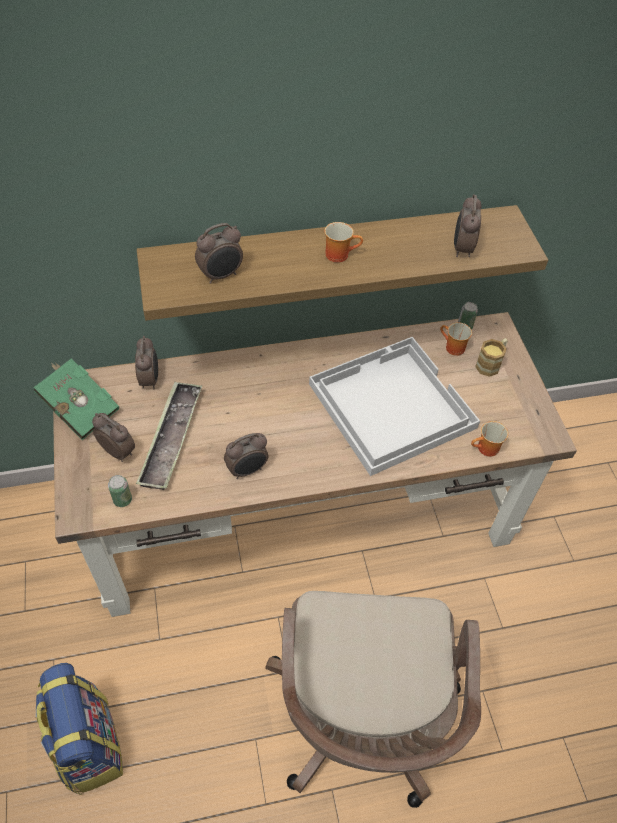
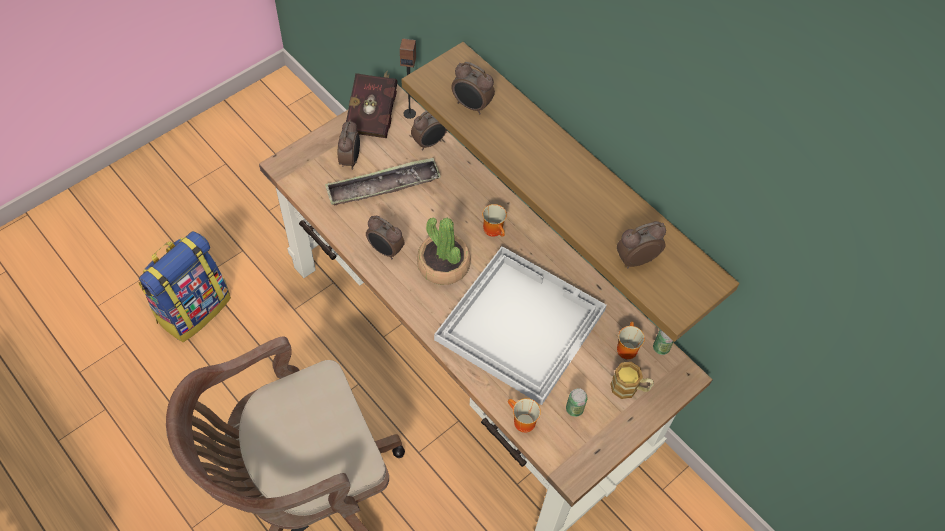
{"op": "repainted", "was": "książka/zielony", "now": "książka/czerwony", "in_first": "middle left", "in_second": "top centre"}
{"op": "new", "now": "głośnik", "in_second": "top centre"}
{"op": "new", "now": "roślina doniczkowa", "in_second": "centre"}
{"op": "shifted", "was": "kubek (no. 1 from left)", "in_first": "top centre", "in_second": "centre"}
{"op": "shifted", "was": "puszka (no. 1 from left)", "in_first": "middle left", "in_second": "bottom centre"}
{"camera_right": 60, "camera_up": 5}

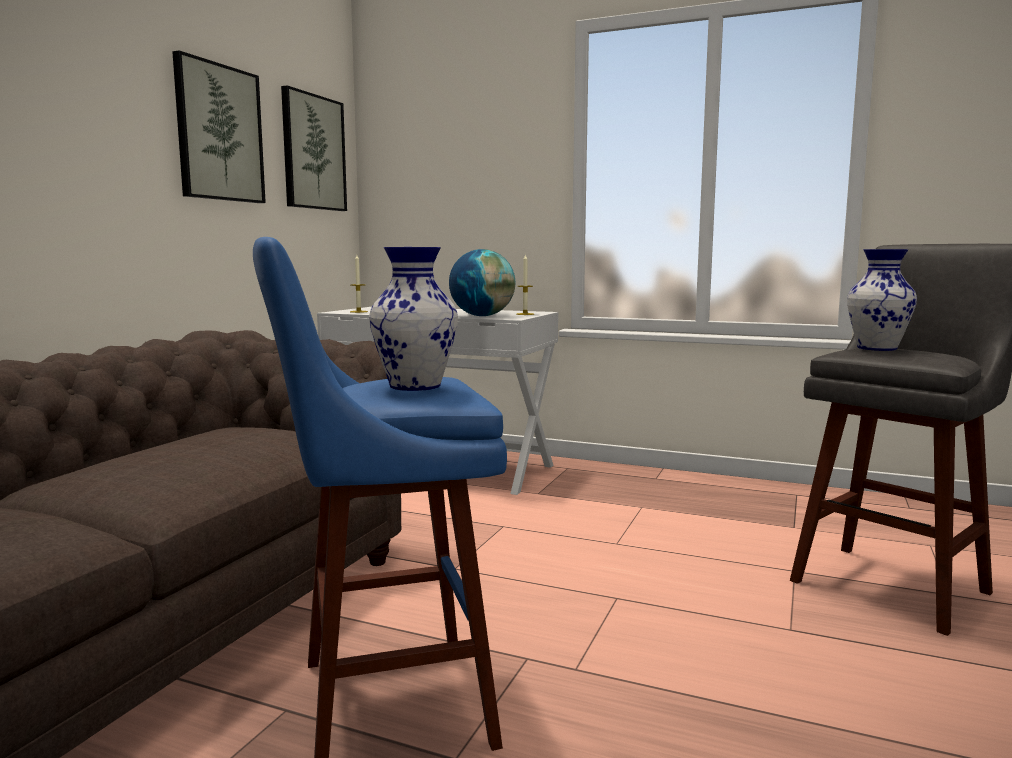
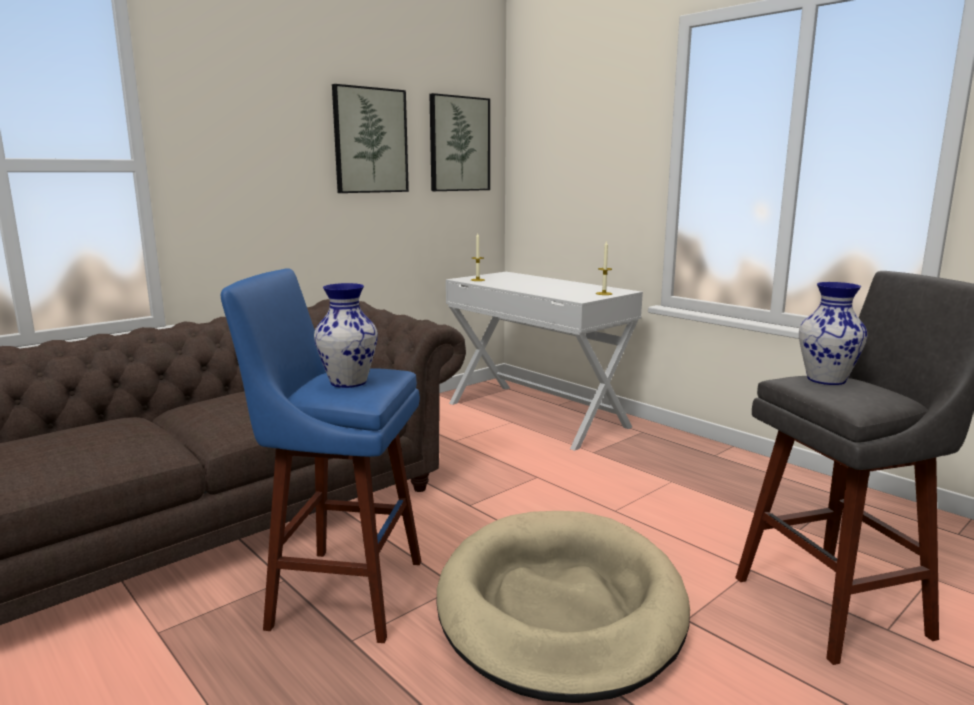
{"op": "new", "now": "legowisko/beżowy", "in_second": "bottom centre"}
{"op": "gone", "was": "globus", "in_first": "centre"}
{"camera_right": 25, "camera_up": 5}

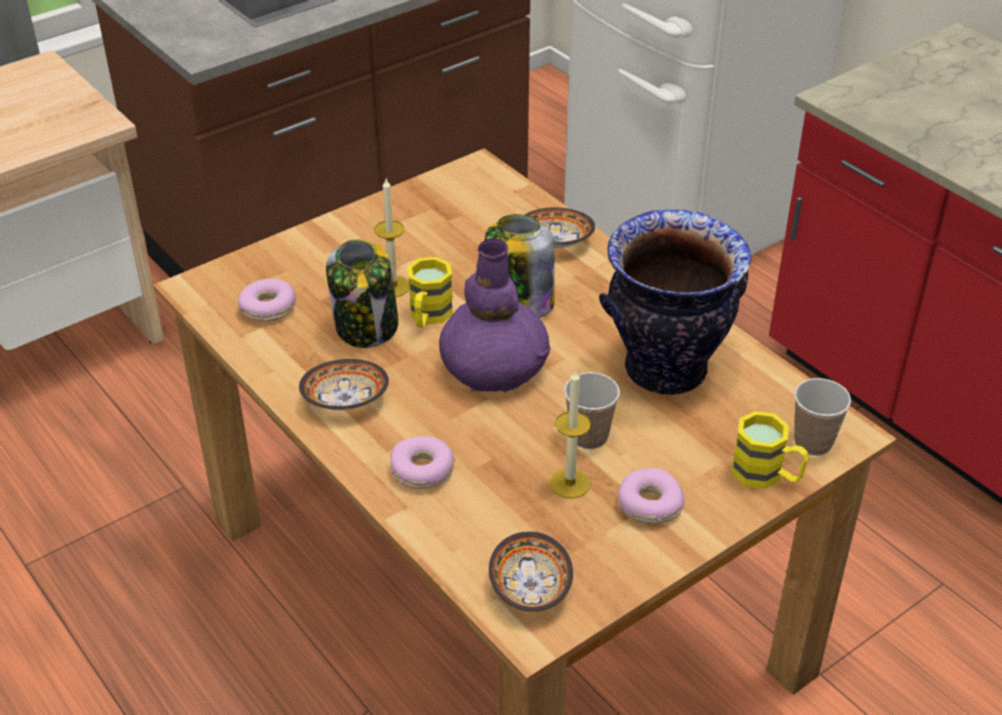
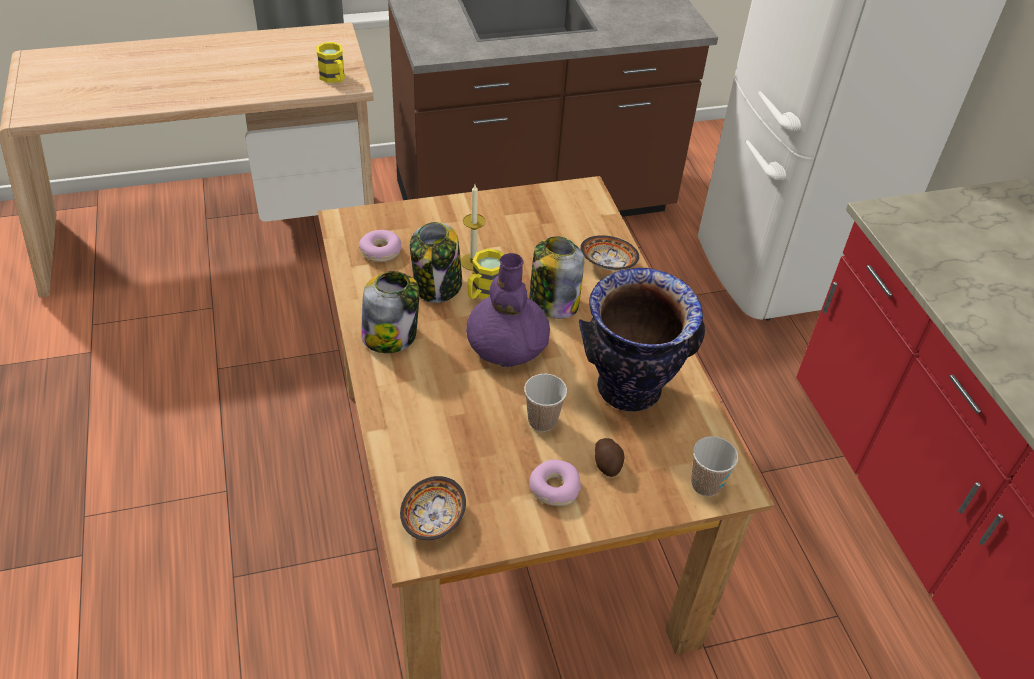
{"op": "shifted", "was": "kubek/żółty (no. 2 from left in the first image)", "now": "kubek/żółty (no. 1 from left)", "in_first": "middle right", "in_second": "top left"}
{"op": "swapped", "was": "miska (no. 1 from left)", "now": "słoik (no. 1 from left)", "in_first": "centre", "in_second": "centre"}
{"op": "new", "now": "ziemniak", "in_second": "bottom centre"}
{"op": "gone", "was": "donut (no. 2 from left)", "in_first": "centre"}
{"op": "gone", "was": "świeca (no. 2 from left)", "in_first": "centre"}
{"camera_right": 20, "camera_up": 5}

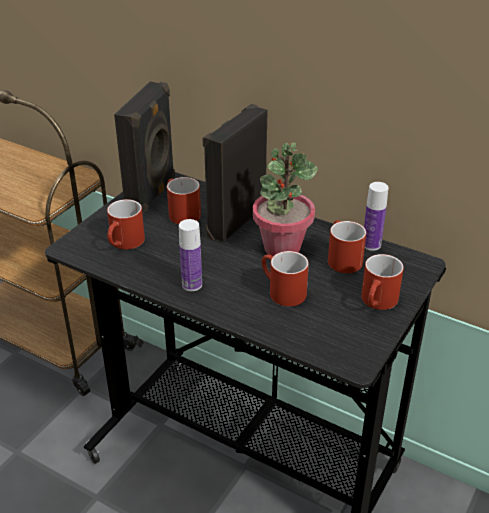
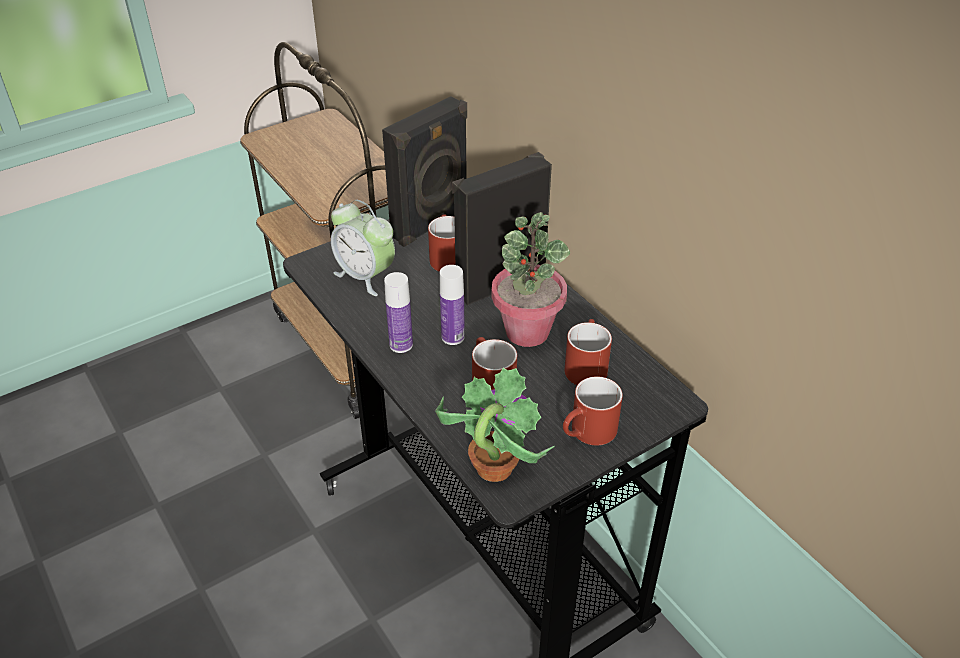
{"op": "swapped", "was": "kubek/czerwony (no. 1 from left)", "now": "budzik", "in_first": "middle left", "in_second": "centre"}
{"op": "new", "now": "roślina doniczkowa (no. 1 from left)", "in_second": "centre"}
{"op": "shifted", "was": "butelka (no. 2 from left)", "in_first": "middle right", "in_second": "centre"}
{"camera_right": 25, "camera_up": 5}

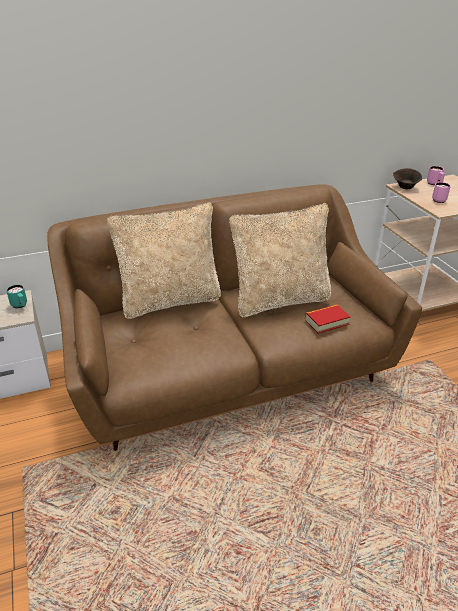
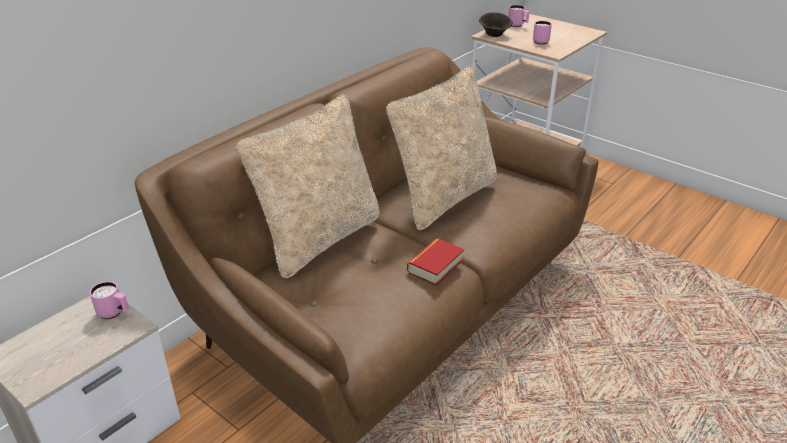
{"op": "repainted", "was": "kubek/turkusowy", "now": "kubek/różowy (no. 1 from left)", "in_first": "middle left", "in_second": "bottom left"}
{"op": "shifted", "was": "książka", "in_first": "middle right", "in_second": "centre"}
{"camera_right": -30, "camera_up": 0}

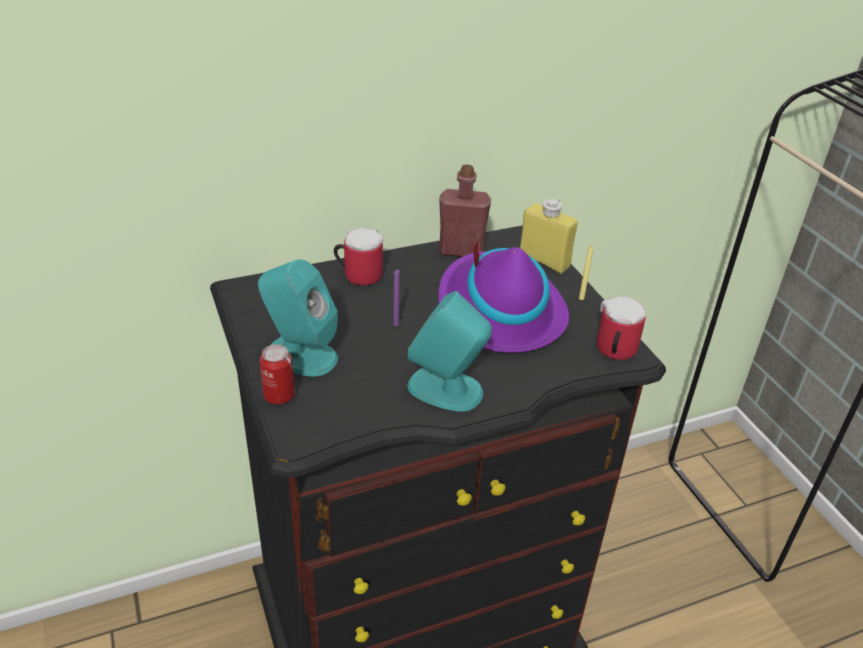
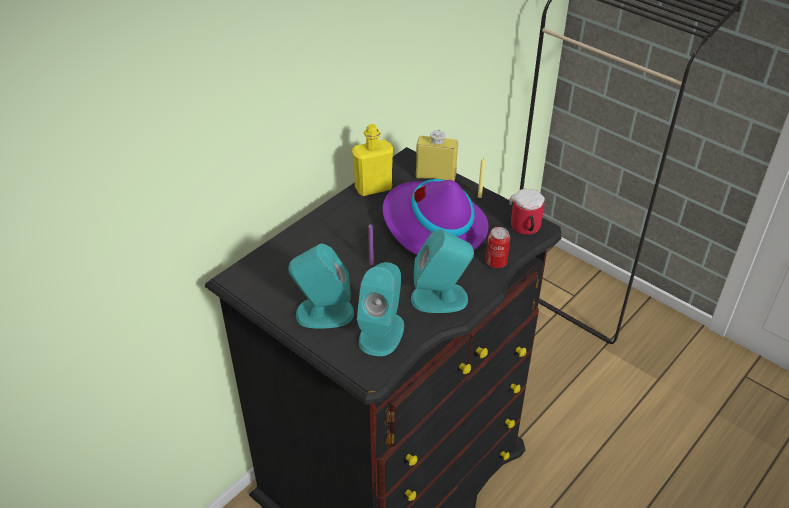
{"op": "repainted", "was": "butelka/czerwony", "now": "butelka/żółty (no. 1 from left)", "in_first": "top centre", "in_second": "top centre"}
{"op": "new", "now": "głośnik/turkusowy (no. 2 from left)", "in_second": "centre"}
{"op": "shifted", "was": "puszka", "in_first": "middle left", "in_second": "centre"}
{"op": "gone", "was": "kubek (no. 1 from left)", "in_first": "centre"}
{"camera_right": -25, "camera_up": 5}

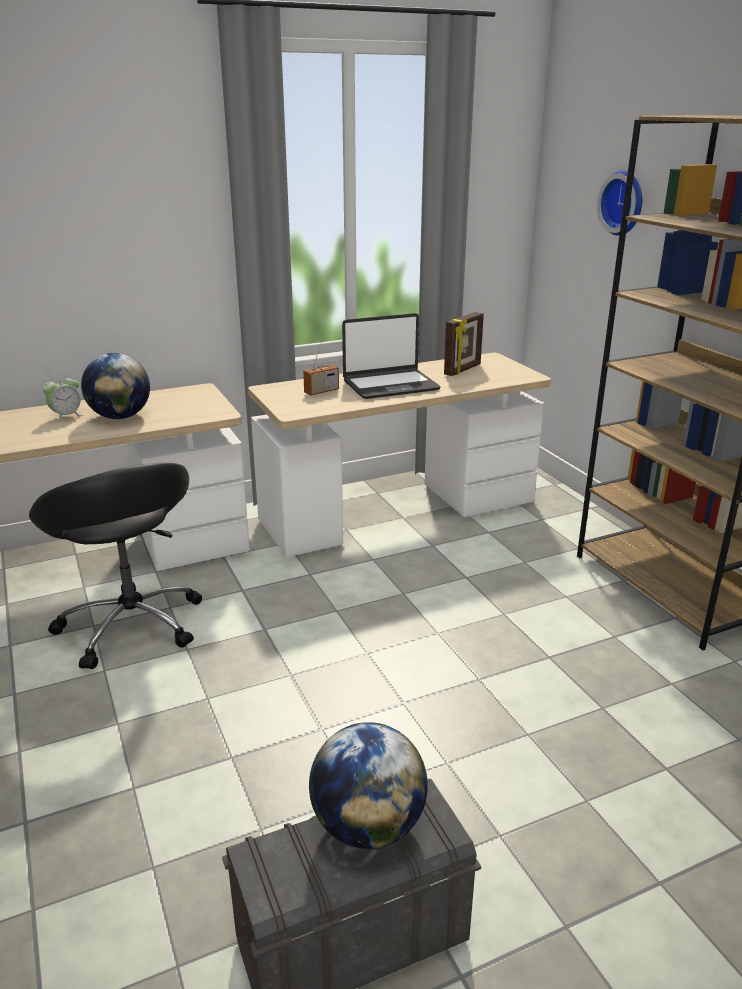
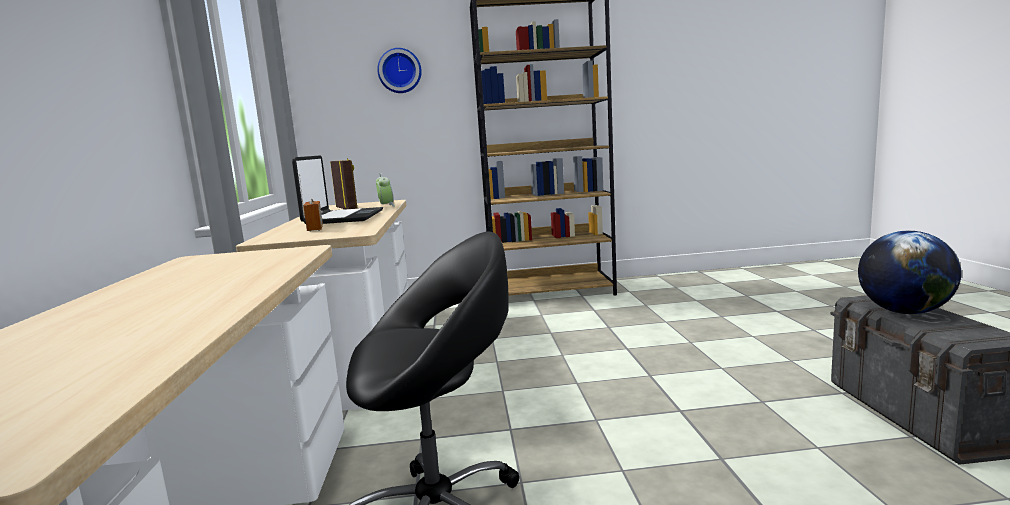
{"op": "shifted", "was": "budzik", "in_first": "middle left", "in_second": "centre"}
{"op": "gone", "was": "globus (no. 1 from left)", "in_first": "middle left"}
{"camera_right": -70, "camera_up": -15}

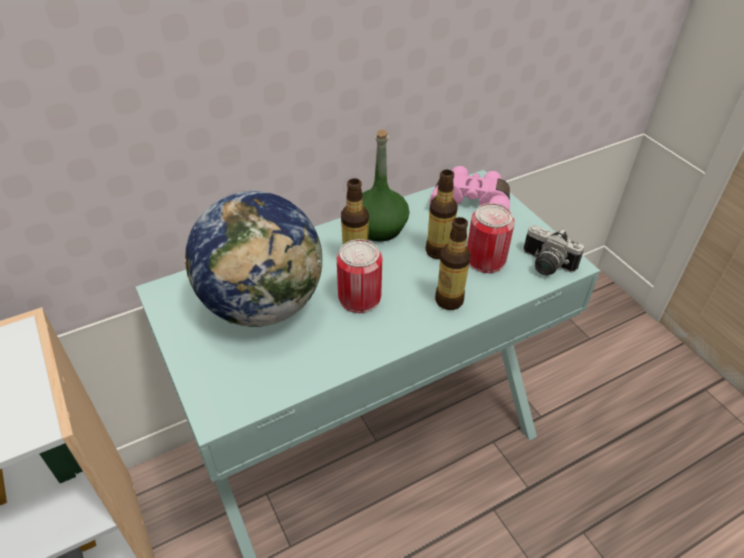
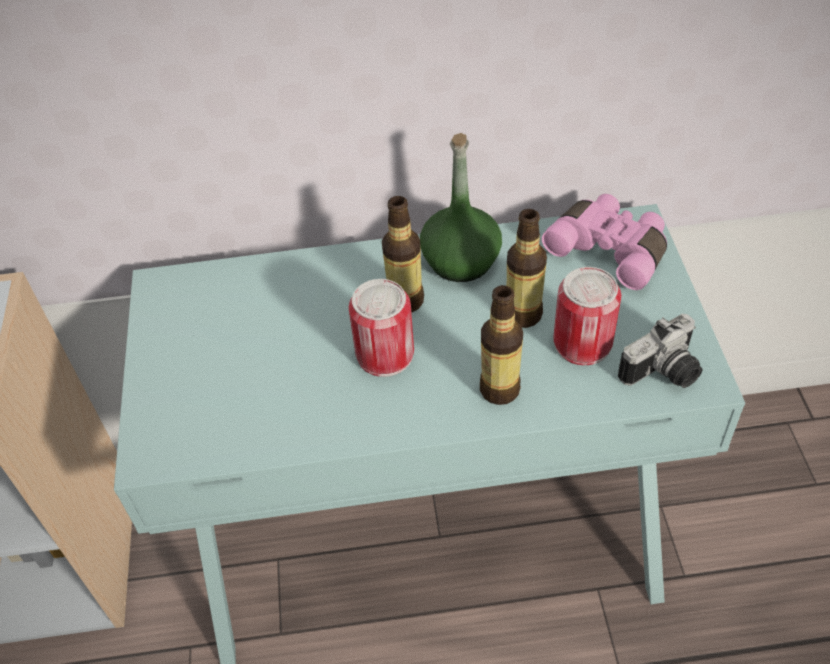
{"op": "rotated", "was": "aparat fotograficzny", "in_first": "middle right", "in_second": "middle right", "clockwise": -90}
{"op": "gone", "was": "globus", "in_first": "centre"}
{"camera_right": 25, "camera_up": 5}

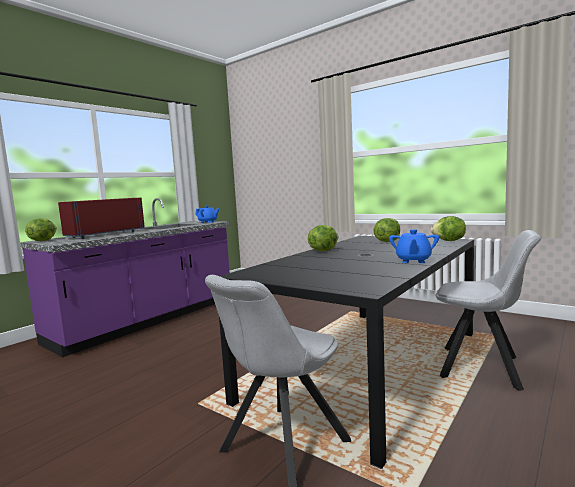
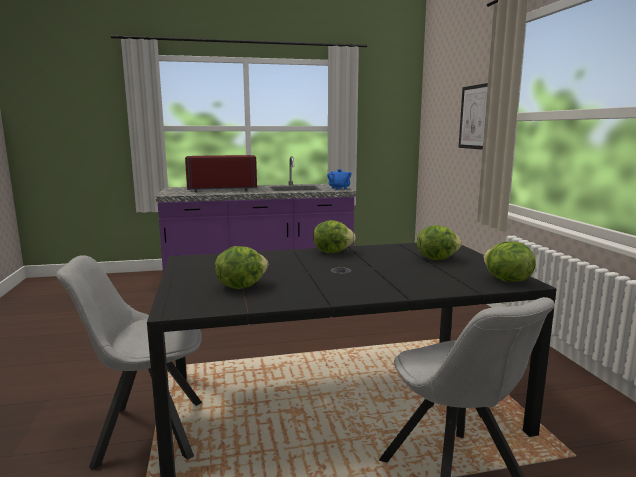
{"op": "shifted", "was": "sałata (no. 1 from left)", "in_first": "middle left", "in_second": "centre"}
{"op": "new", "now": "obraz", "in_second": "top right"}
{"op": "gone", "was": "imbryk/niebieski (no. 2 from left)", "in_first": "middle right"}
{"camera_right": 40, "camera_up": 5}

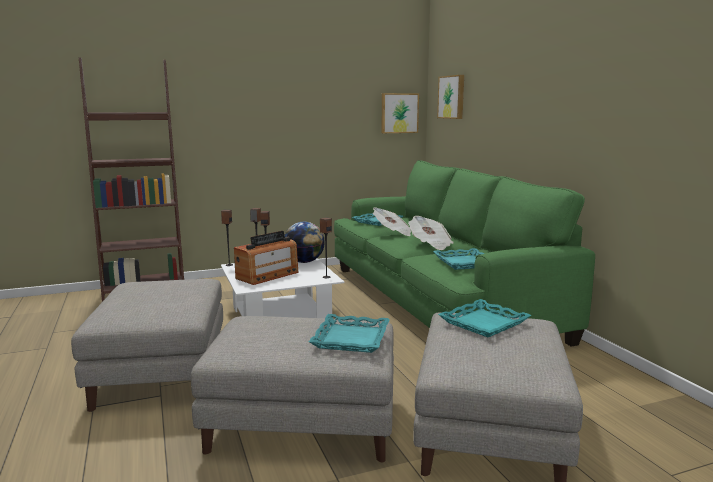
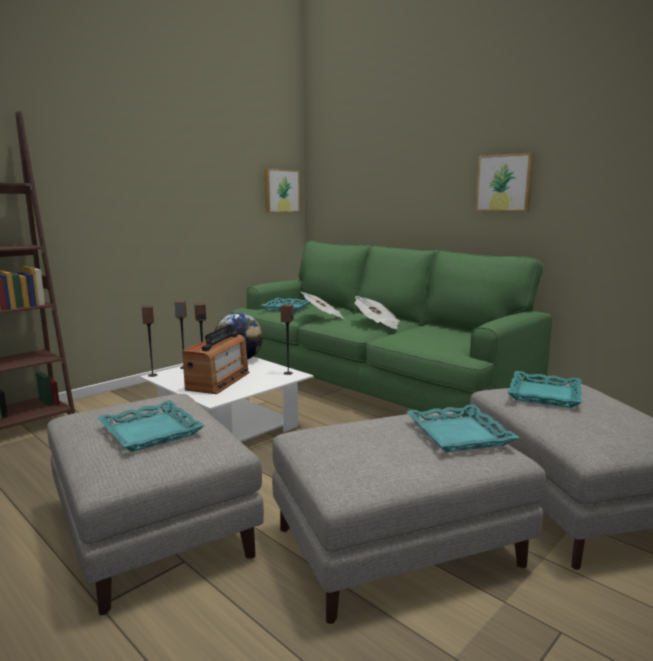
{"op": "shifted", "was": "taca/turkusowy (no. 3 from left in the first image)", "now": "taca/turkusowy (no. 1 from left)", "in_first": "centre", "in_second": "middle left"}
{"op": "shifted", "was": "obraz (no. 2 from left)", "in_first": "top centre", "in_second": "top right"}
{"camera_right": -25, "camera_up": 0}

